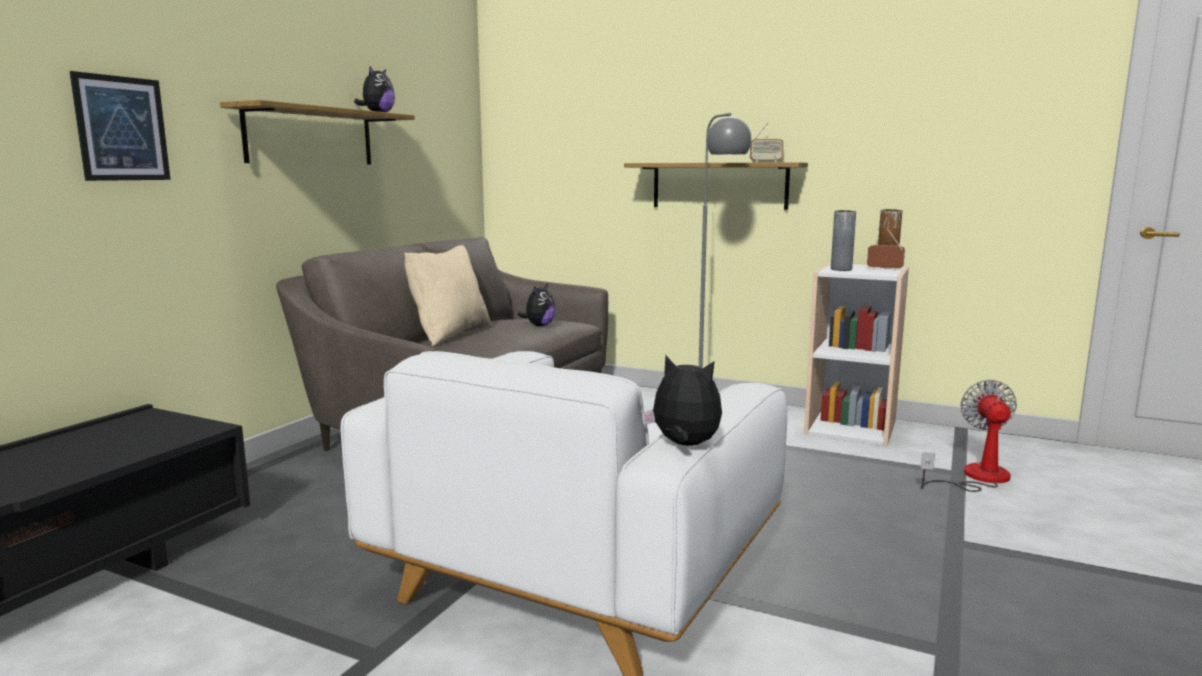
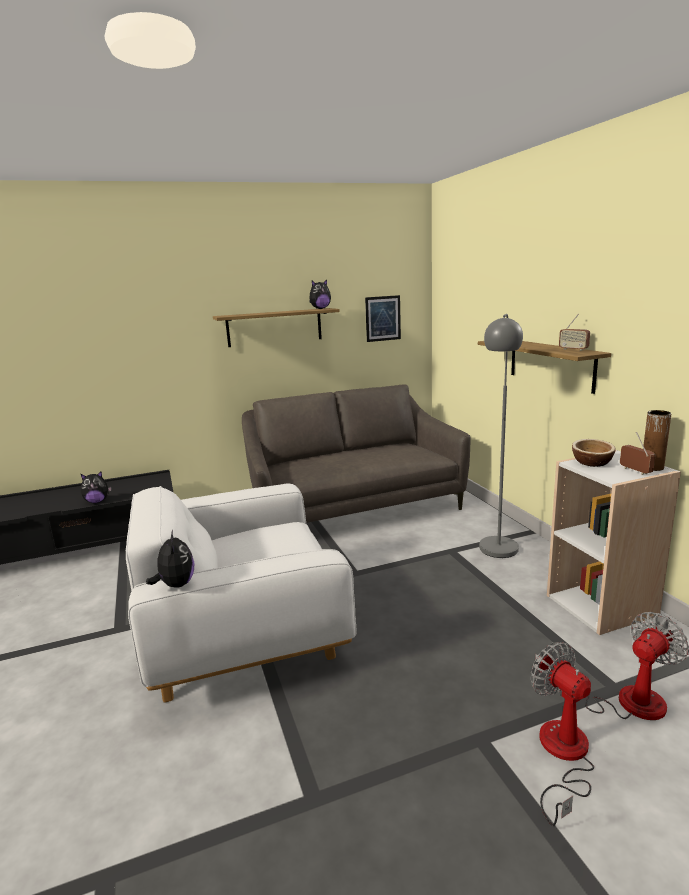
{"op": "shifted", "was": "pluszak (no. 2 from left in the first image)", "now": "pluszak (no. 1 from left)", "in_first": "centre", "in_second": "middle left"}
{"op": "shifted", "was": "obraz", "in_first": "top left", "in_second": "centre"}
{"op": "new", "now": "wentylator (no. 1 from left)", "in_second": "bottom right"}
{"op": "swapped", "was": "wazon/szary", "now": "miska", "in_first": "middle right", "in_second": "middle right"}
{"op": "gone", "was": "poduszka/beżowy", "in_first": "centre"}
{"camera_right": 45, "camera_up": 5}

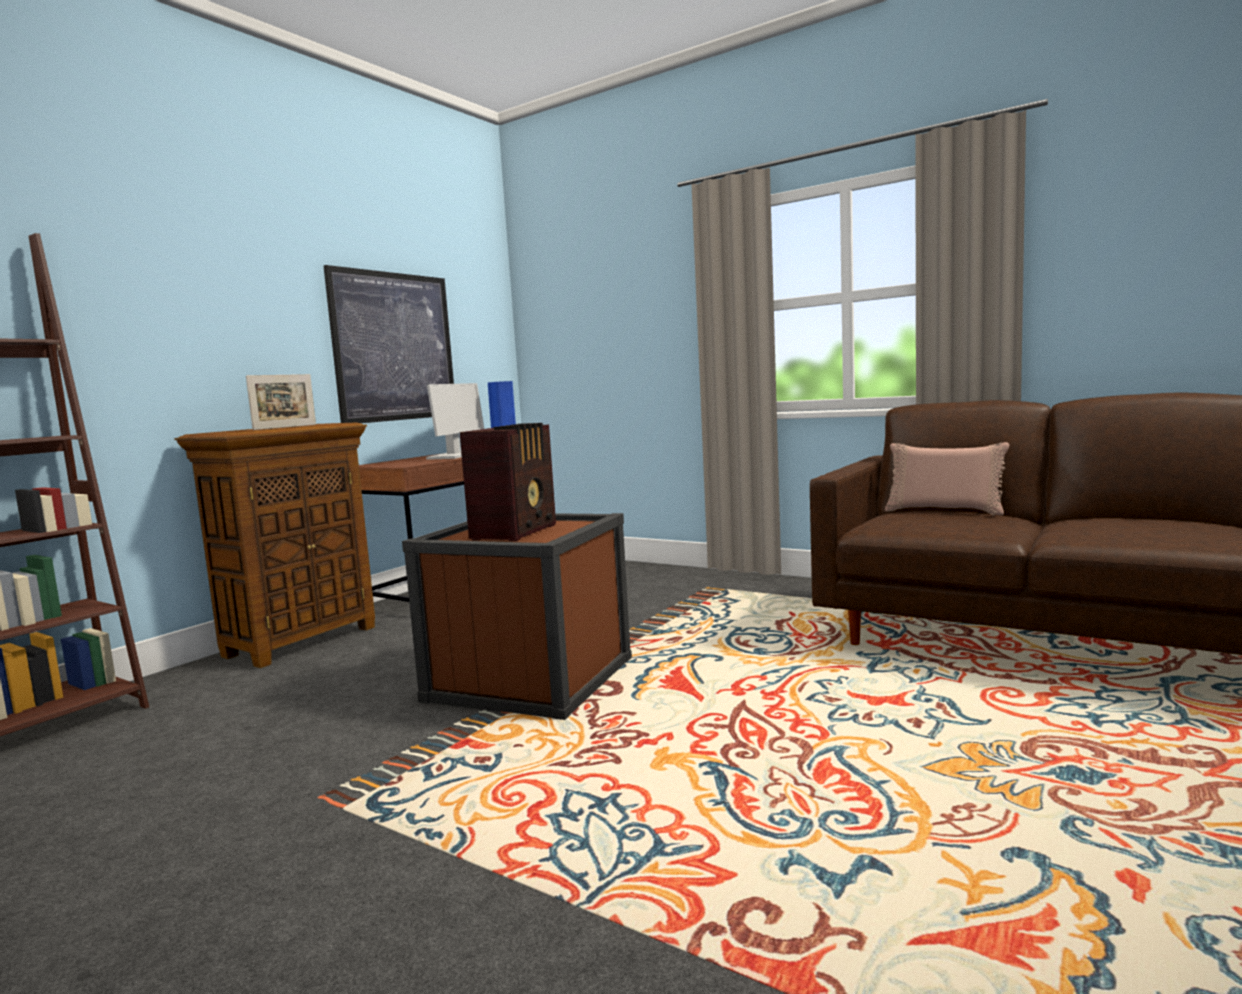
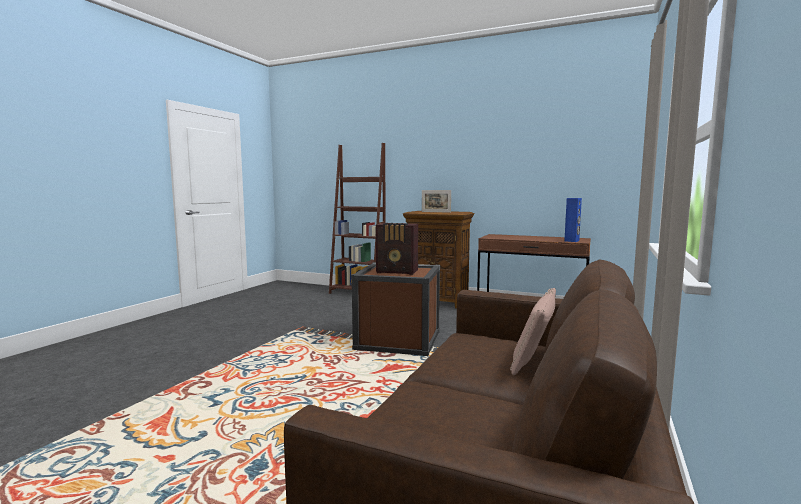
{"op": "gone", "was": "obraz", "in_first": "middle left"}
{"op": "gone", "was": "monitor", "in_first": "centre"}
{"camera_right": 80, "camera_up": 0}

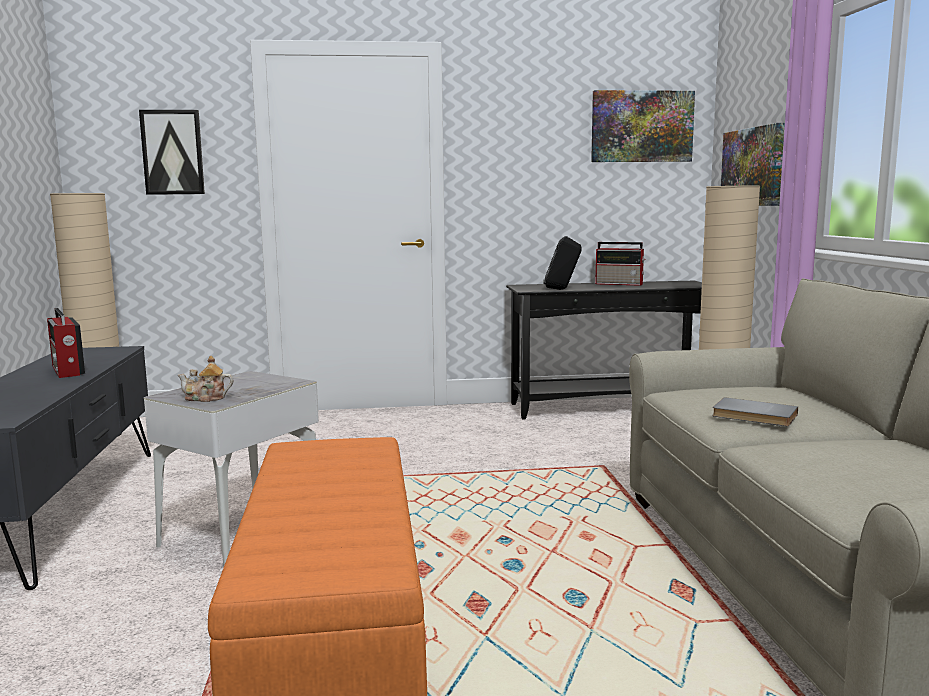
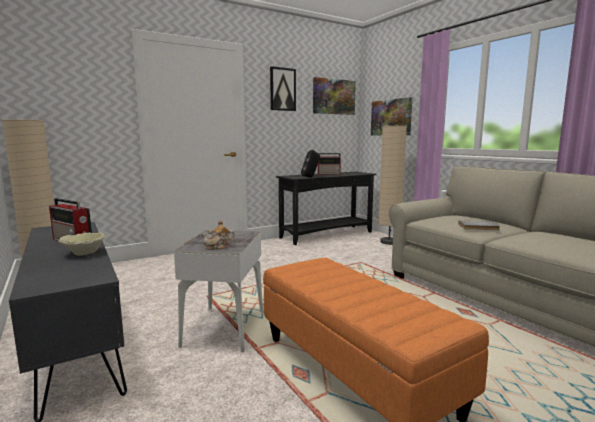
{"op": "new", "now": "miska/beżowy", "in_second": "middle left"}
{"op": "shifted", "was": "obraz (no. 1 from left)", "in_first": "top left", "in_second": "top centre"}
{"camera_right": -25, "camera_up": 0}

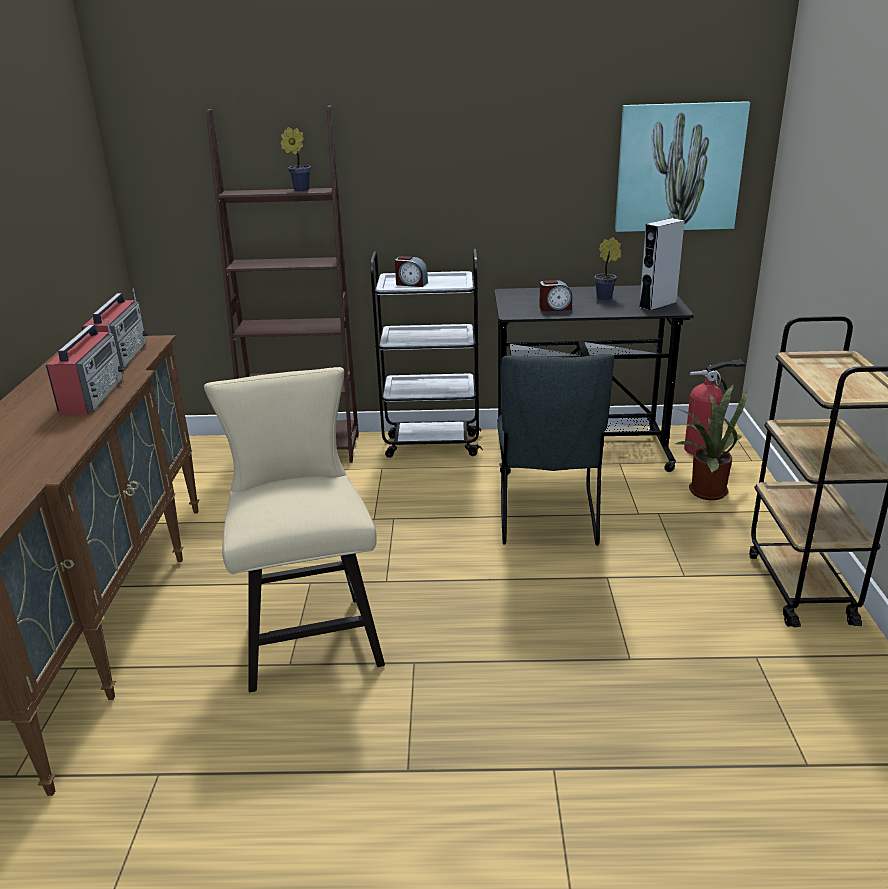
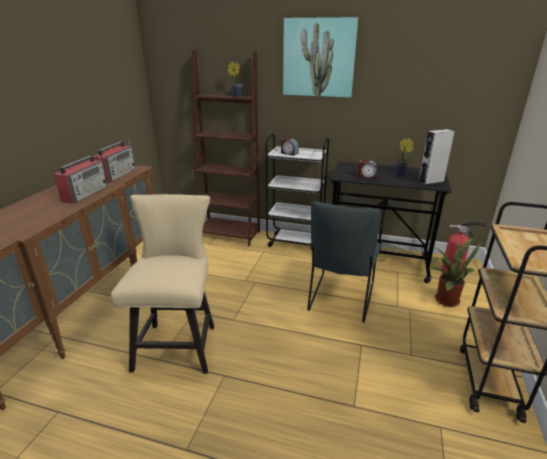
{"op": "shifted", "was": "obraz", "in_first": "top right", "in_second": "top centre"}
{"camera_right": 15, "camera_up": 0}

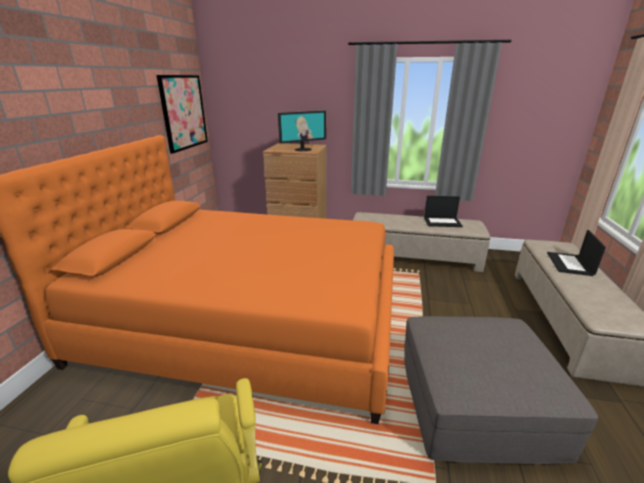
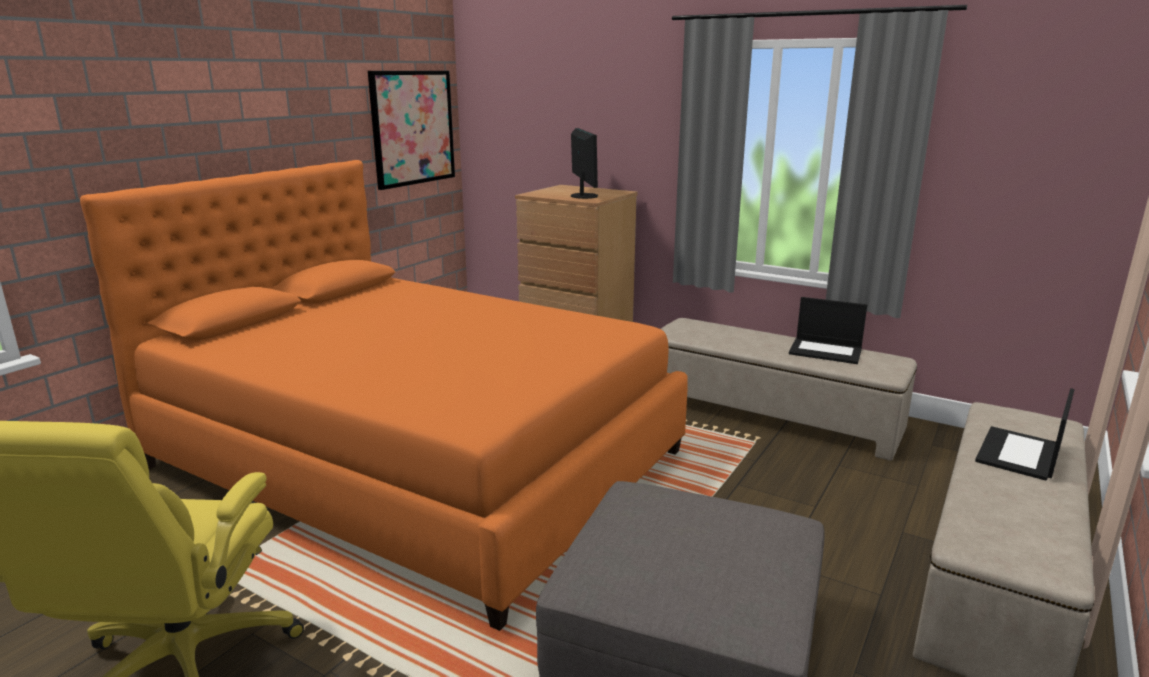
{"op": "rotated", "was": "monitor", "in_first": "top centre", "in_second": "top centre", "clockwise": -90}
{"camera_right": 20, "camera_up": -5}

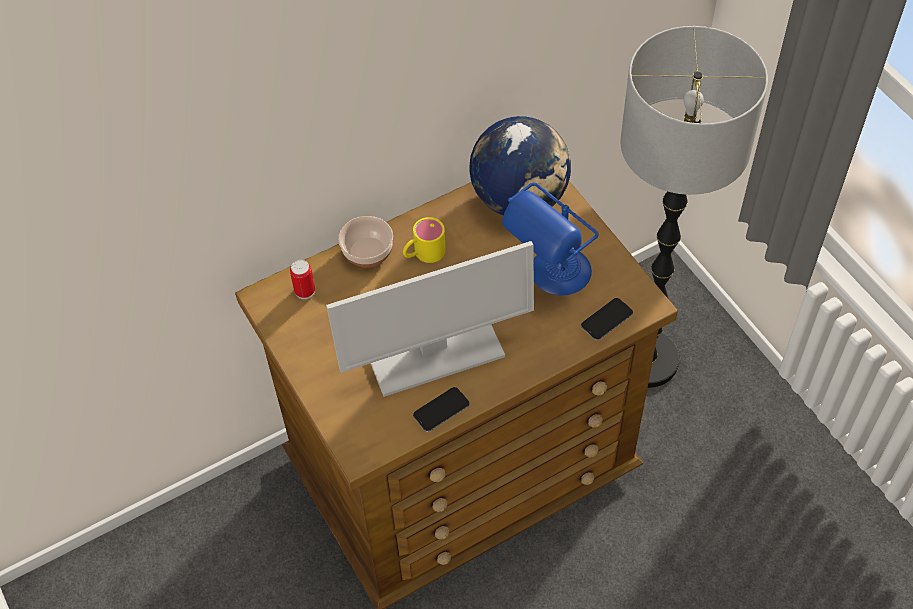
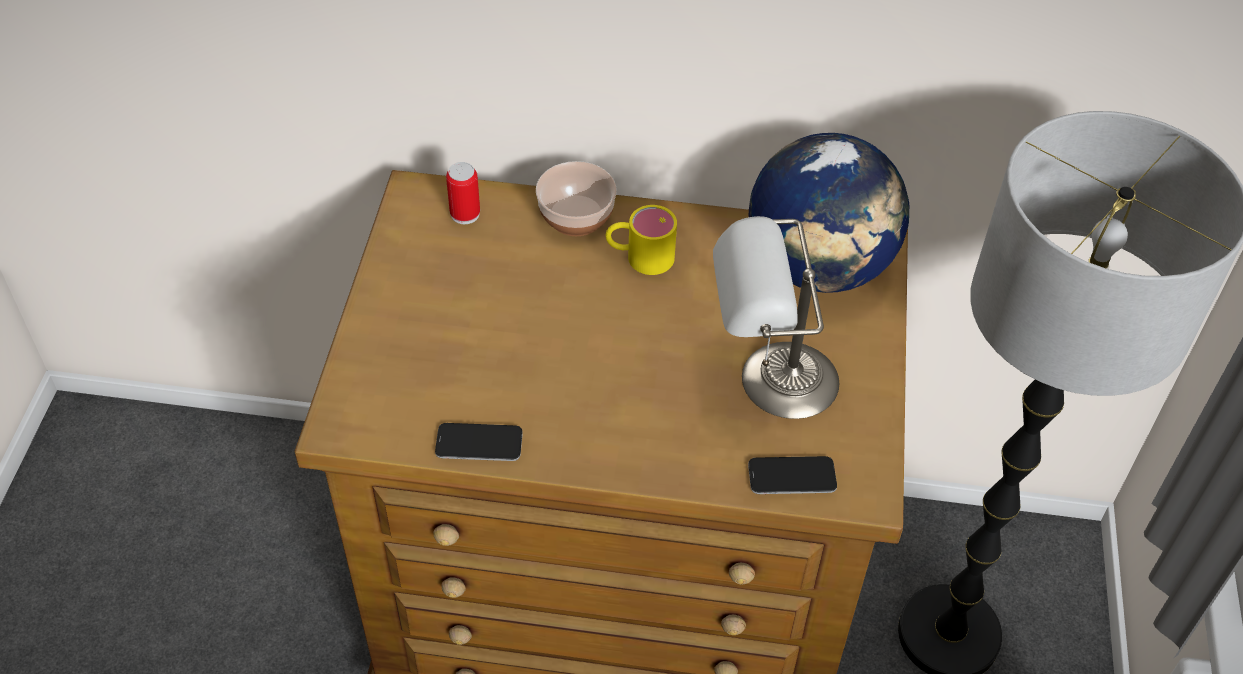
{"op": "repainted", "was": "lampa stołowa/niebieski", "now": "lampa stołowa/biały", "in_first": "centre", "in_second": "centre"}
{"op": "gone", "was": "monitor", "in_first": "centre"}
{"camera_right": 35, "camera_up": -5}

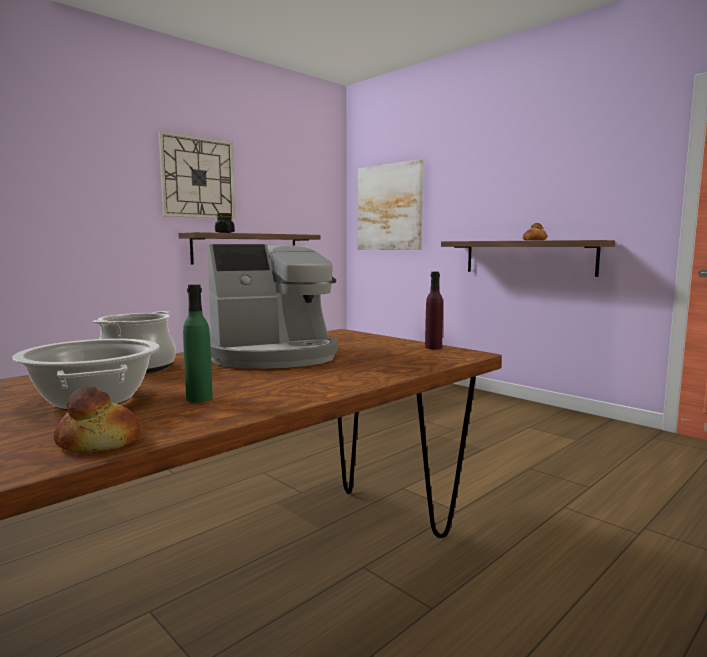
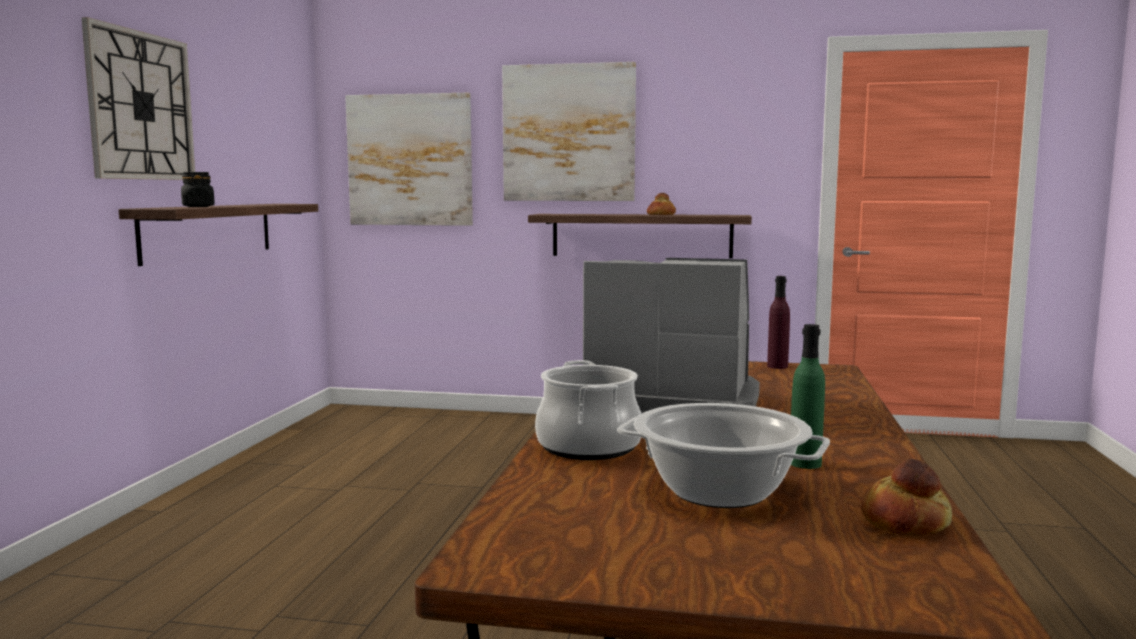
{"op": "new", "now": "obraz (no. 2 from left)", "in_second": "top centre"}
{"op": "rotated", "was": "ekspres do kawy", "in_first": "centre", "in_second": "centre", "clockwise": -105}
{"camera_right": -35, "camera_up": 0}

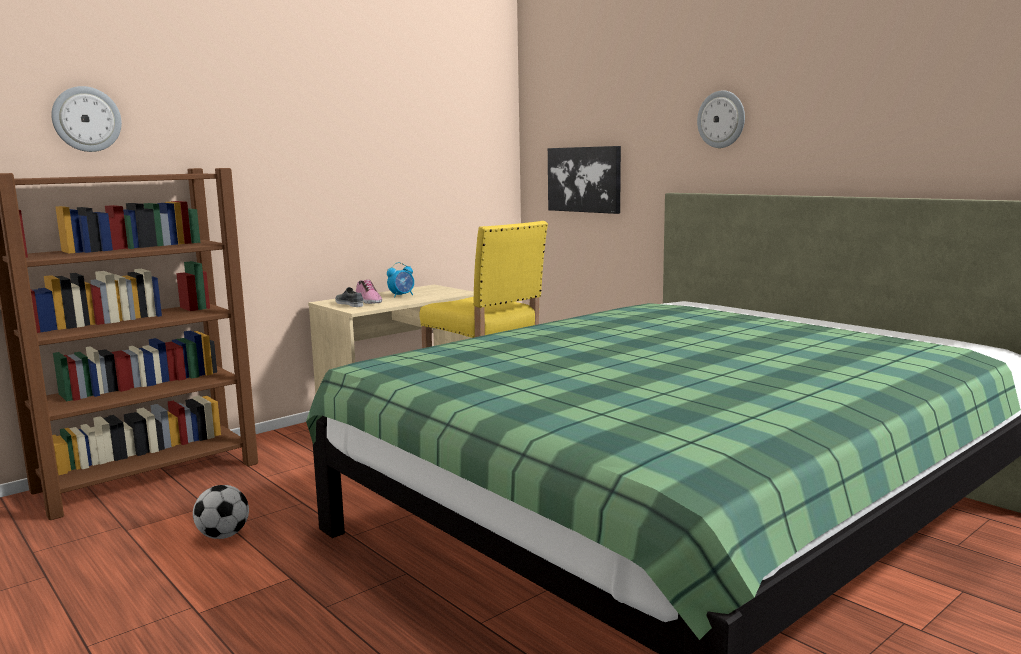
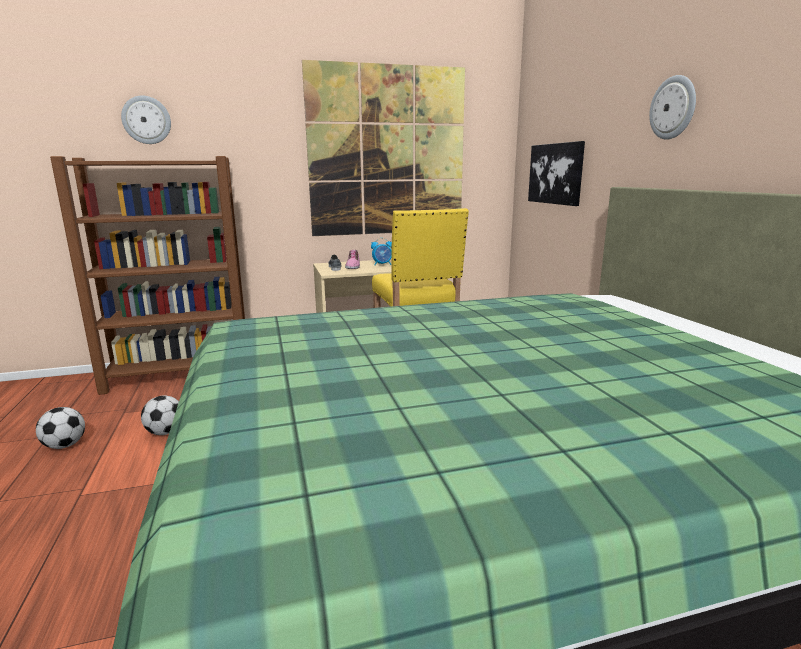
{"op": "new", "now": "piłka futbolowa (no. 1 from left)", "in_second": "middle left"}
{"op": "new", "now": "obraz (no. 1 from left)", "in_second": "top centre"}
{"camera_right": 25, "camera_up": 5}

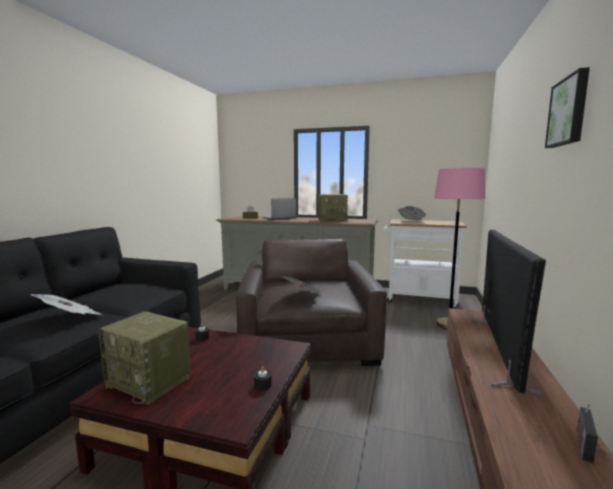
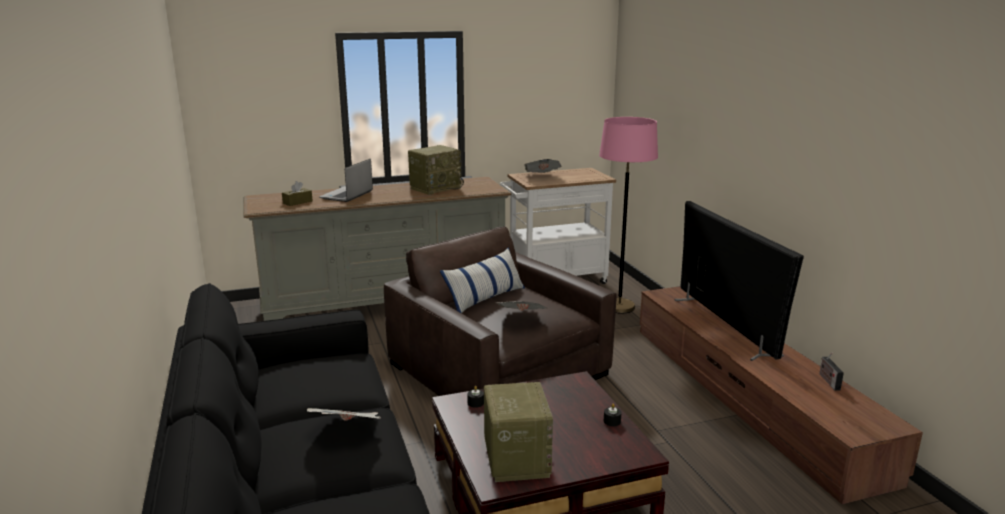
{"op": "new", "now": "poduszka", "in_second": "centre"}
{"op": "rotated", "was": "radio (no. 1 from left in the first image)", "in_first": "bottom left", "in_second": "bottom centre", "clockwise": -90}
{"op": "gone", "was": "obraz", "in_first": "top right"}
{"camera_right": -35, "camera_up": 10}

